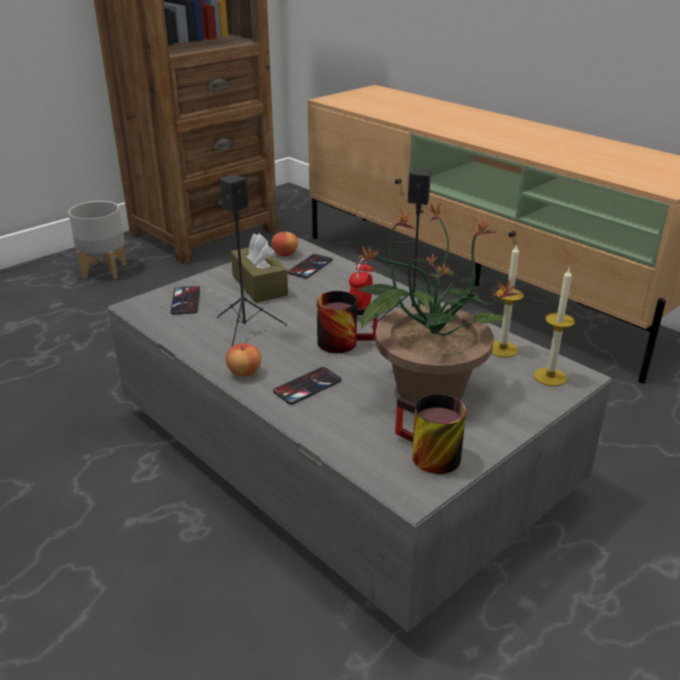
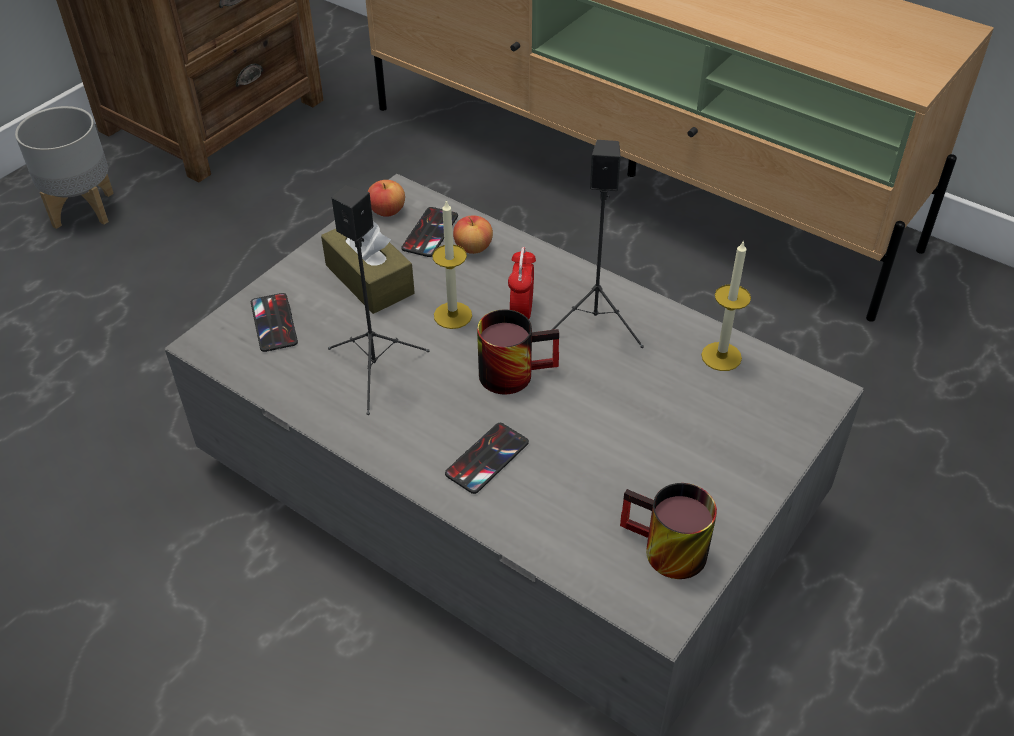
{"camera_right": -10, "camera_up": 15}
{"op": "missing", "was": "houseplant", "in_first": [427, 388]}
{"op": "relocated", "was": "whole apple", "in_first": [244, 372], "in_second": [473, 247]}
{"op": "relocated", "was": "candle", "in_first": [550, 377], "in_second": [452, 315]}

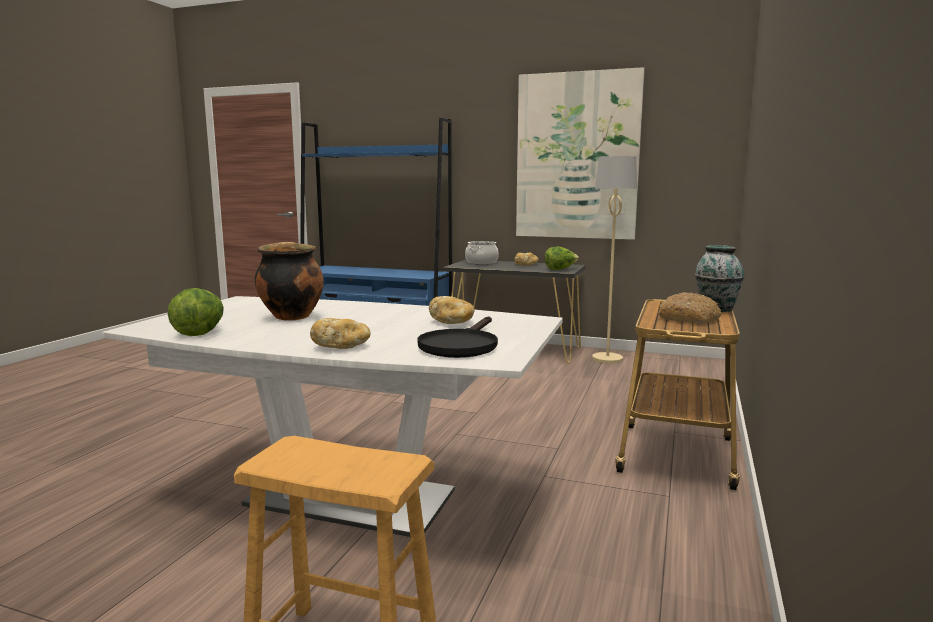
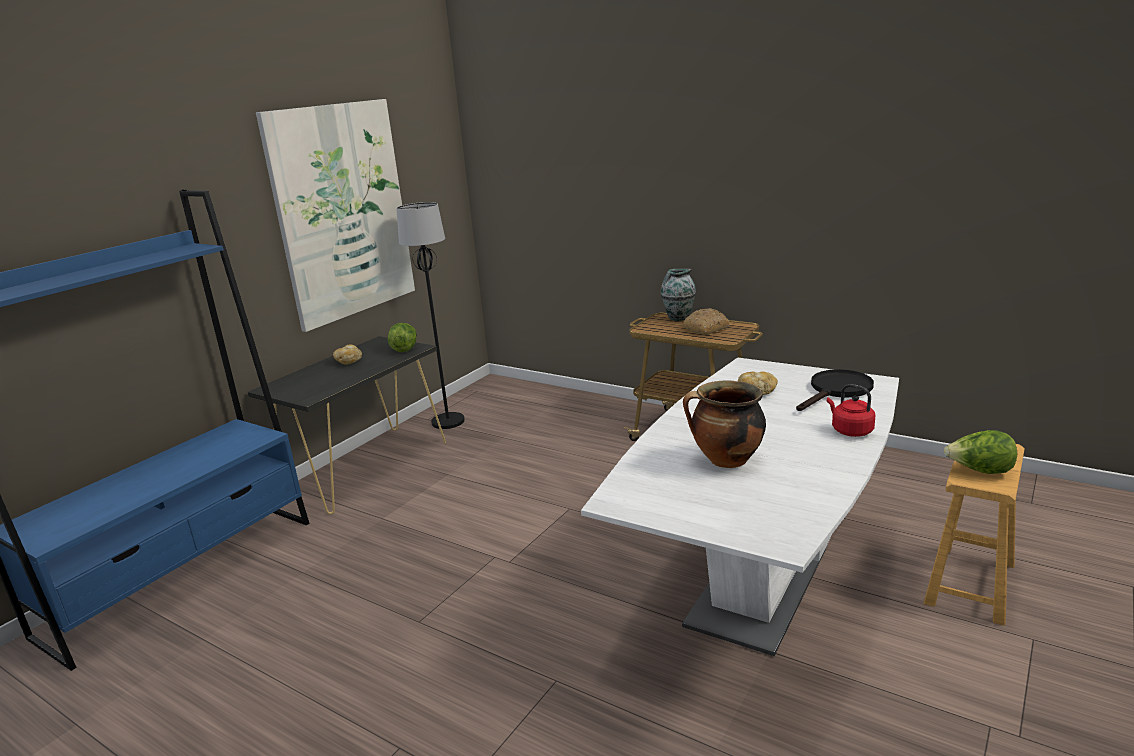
{"camera_right": -75, "camera_up": 10}
{"op": "missing", "was": "cooking pot", "in_first": [482, 263]}
{"op": "relocated", "was": "head of lettuce", "in_first": [200, 333], "in_second": [979, 471]}
{"op": "exchanged", "was": "baked bread", "now": "red kettle", "in_first": [341, 346], "in_second": [850, 430]}
{"op": "colour", "was": "sand-coloured standing lamp", "now": "black standing lamp", "in_first": [607, 359], "in_second": [448, 421]}
{"op": "spun", "was": "black pan", "in_first": [461, 345], "in_second": [837, 391], "clockwise": -75}

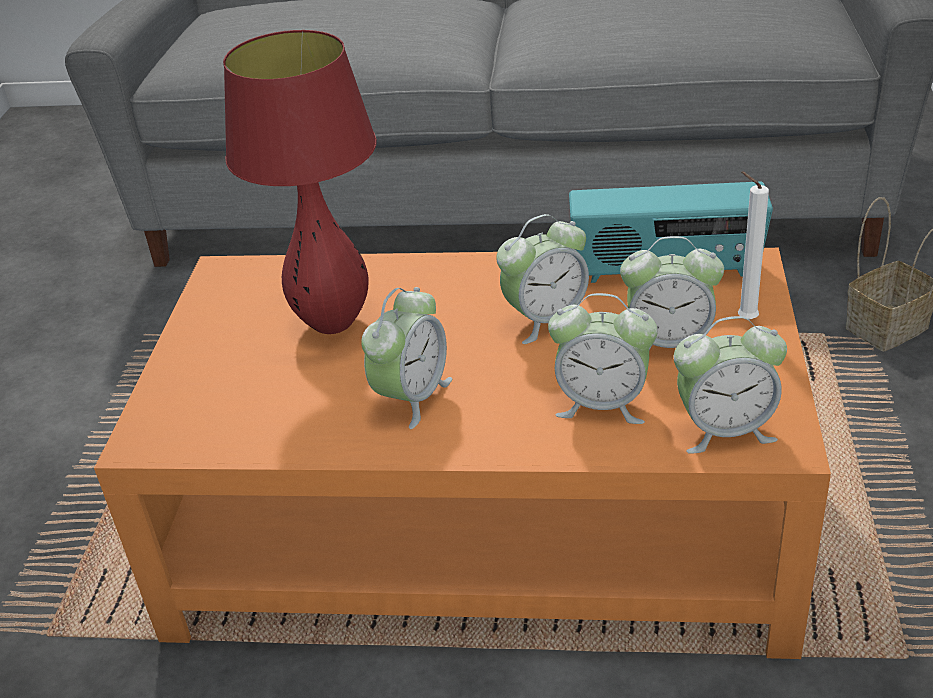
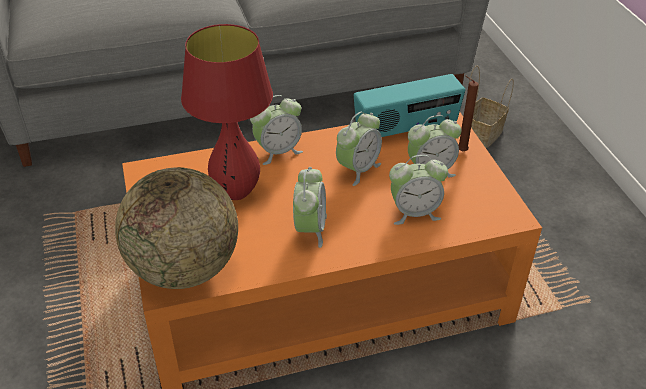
{"camera_right": -25, "camera_up": 5}
{"op": "appeared", "now": "desk globe", "in_second": [184, 268]}
{"op": "relocated", "was": "alarm clock", "in_first": [725, 430], "in_second": [278, 151]}
{"op": "colour", "was": "whitish candle", "now": "brown-coloured candle", "in_first": [744, 319], "in_second": [460, 151]}

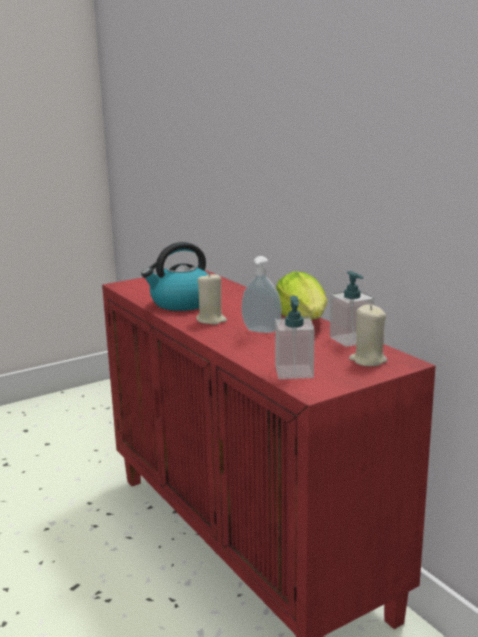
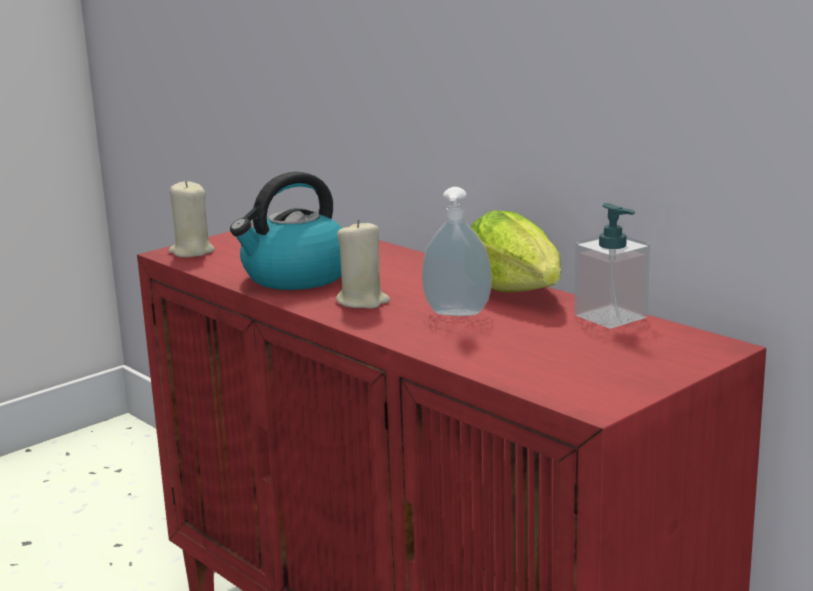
{"camera_right": -10, "camera_up": 0}
{"op": "missing", "was": "soap bottle", "in_first": [294, 372]}
{"op": "relocated", "was": "sand-coloured candle", "in_first": [368, 360], "in_second": [192, 252]}

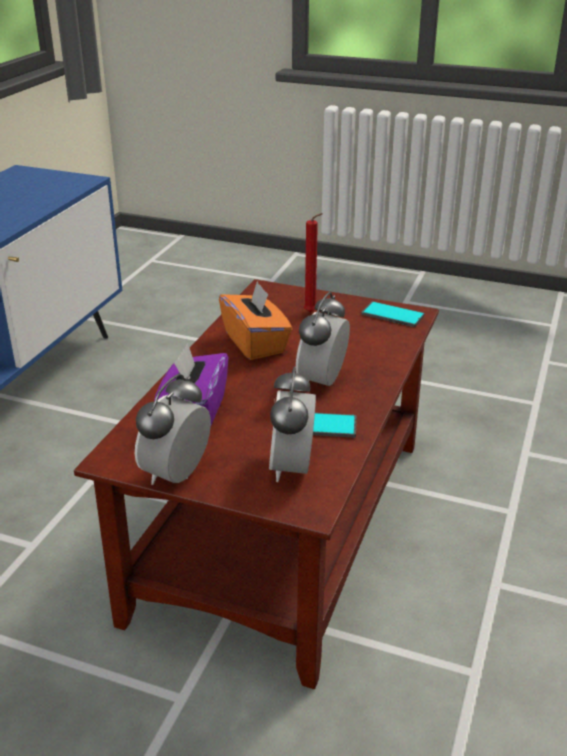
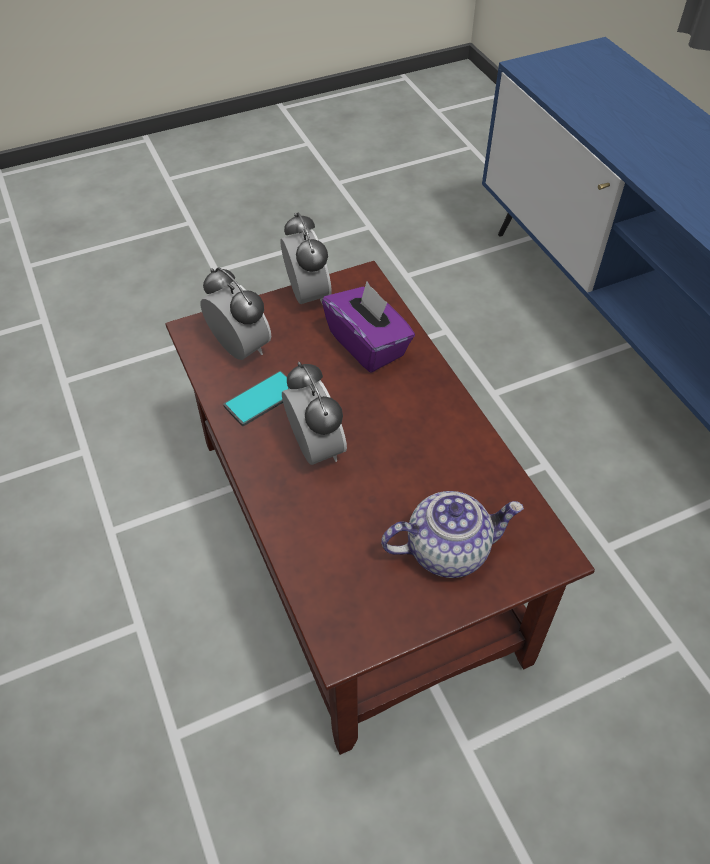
{"camera_right": 135, "camera_up": 20}
{"op": "missing", "was": "orangey tissue holder", "in_first": [255, 343]}
{"op": "missing", "was": "handset", "in_first": [392, 315]}
{"op": "exchanged", "was": "red candle", "now": "pot for tea", "in_first": [312, 313], "in_second": [448, 549]}

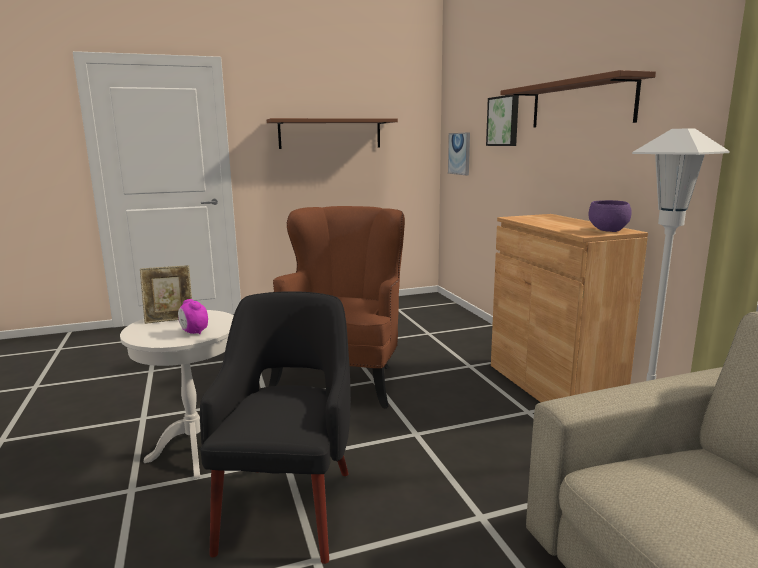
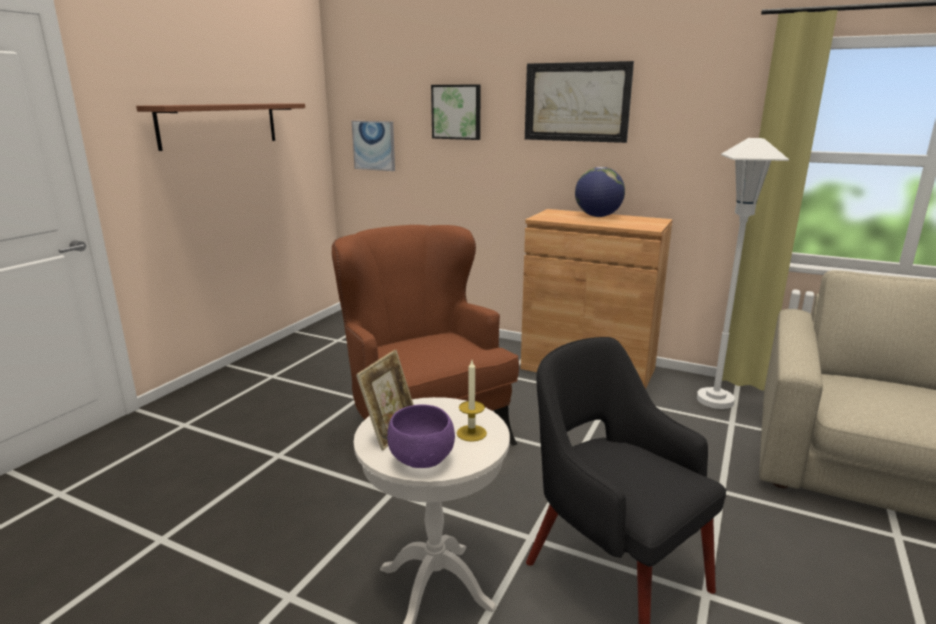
{"camera_right": -45, "camera_up": 5}
{"op": "appeared", "now": "desk globe", "in_second": [598, 216]}
{"op": "relocated", "was": "purplish bowl", "in_first": [609, 231], "in_second": [423, 461]}
{"op": "exchanged", "was": "alarm clock", "now": "candle", "in_first": [194, 332], "in_second": [471, 433]}
{"op": "exchanged", "was": "brown-coloured bracket shelf", "now": "wall art", "in_first": [580, 104], "in_second": [576, 102]}

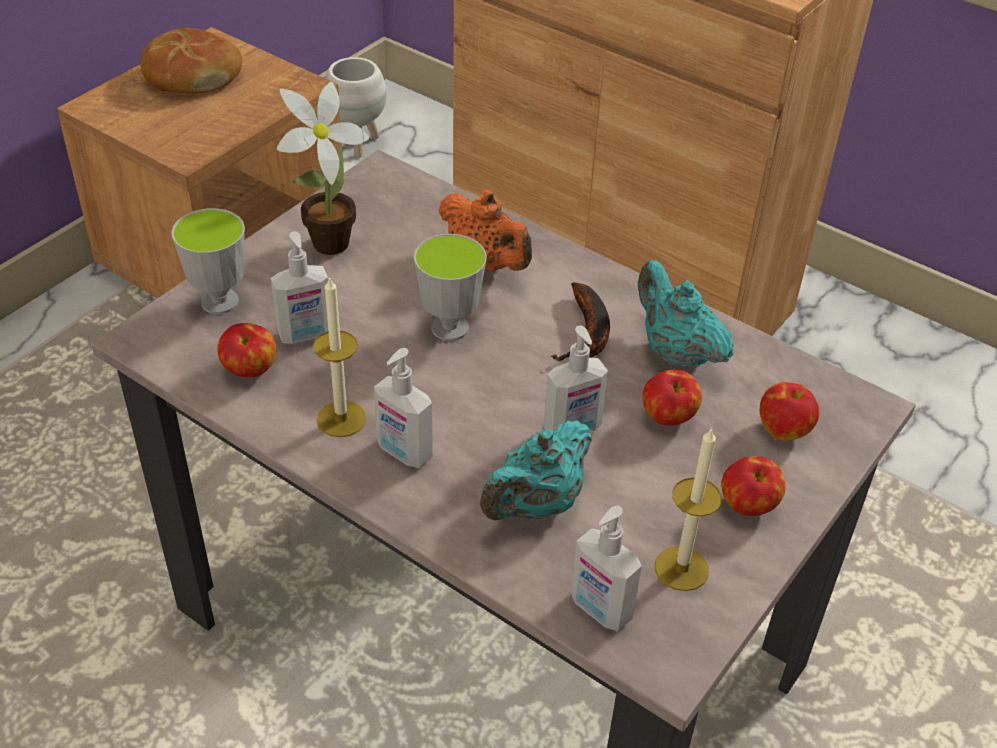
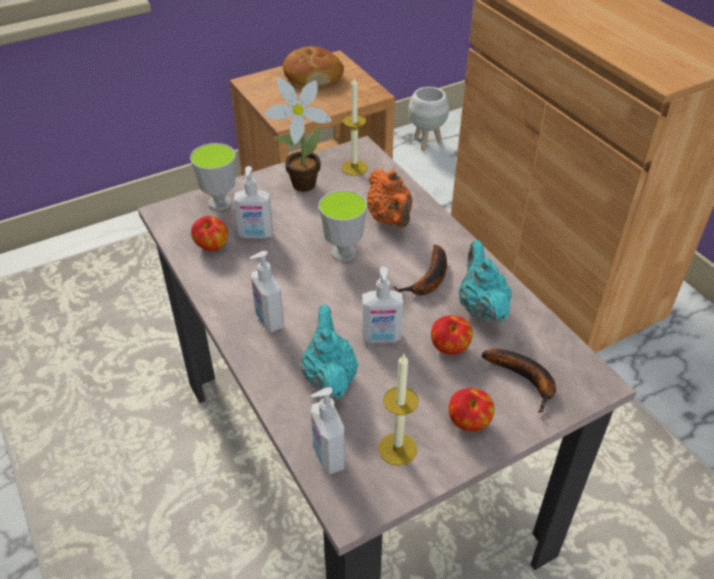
{"camera_right": 25, "camera_up": 0}
{"op": "relocated", "was": "candle", "in_first": [341, 419], "in_second": [354, 167]}
{"op": "exchanged", "was": "whole apple", "now": "banana fruit", "in_first": [784, 430], "in_second": [525, 380]}
{"op": "spun", "was": "blue-green pot for tea", "in_first": [536, 504], "in_second": [329, 377], "clockwise": 105}

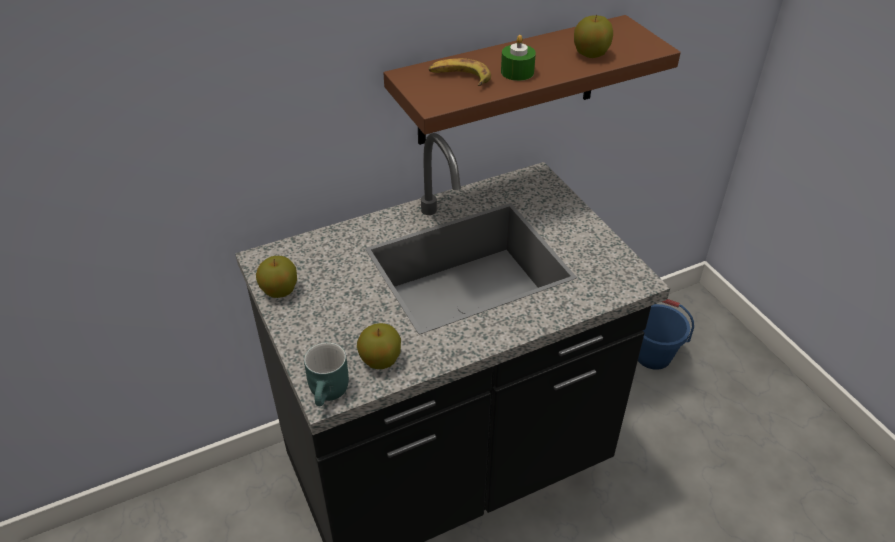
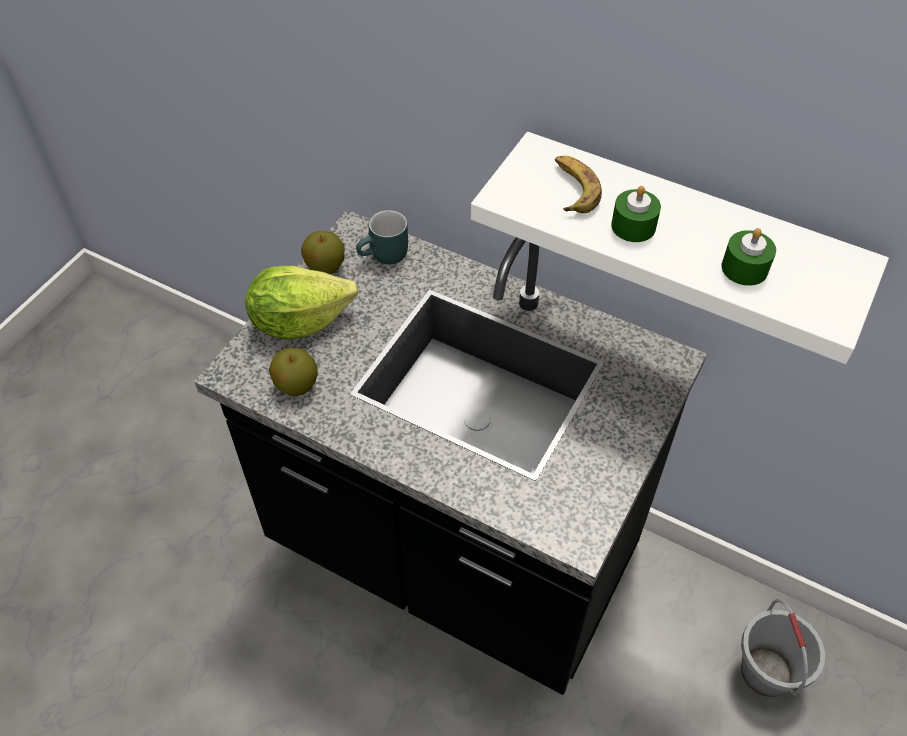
{"camera_right": 55, "camera_up": 10}
{"op": "appeared", "now": "head of lettuce", "in_second": [299, 321]}
{"op": "relocated", "was": "blue-green mug", "in_first": [330, 393], "in_second": [385, 257]}
{"op": "exchanged", "was": "whole apple", "now": "greenish candle", "in_first": [590, 54], "in_second": [744, 268]}
{"op": "colour", "was": "brown-coloured bracket shelf", "now": "whitish bracket shelf", "in_first": [508, 81], "in_second": [685, 234]}
{"op": "colour", "was": "bluish water bucket", "now": "greyish water bucket", "in_first": [652, 356], "in_second": [765, 671]}

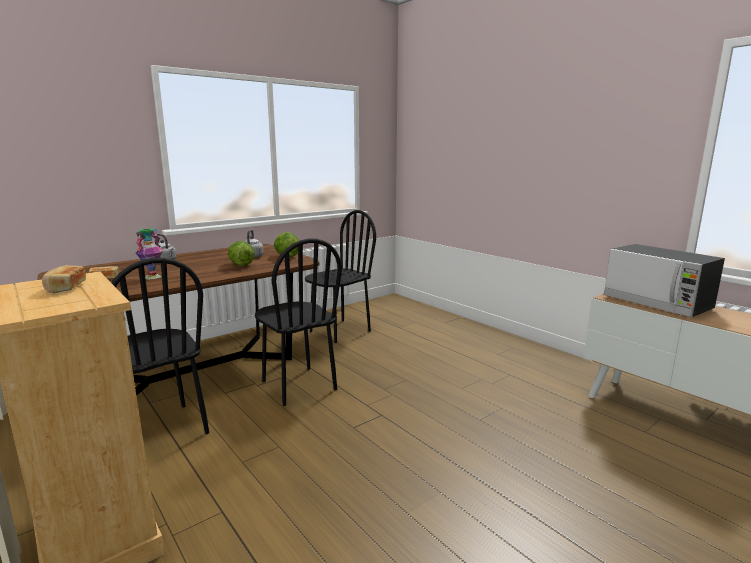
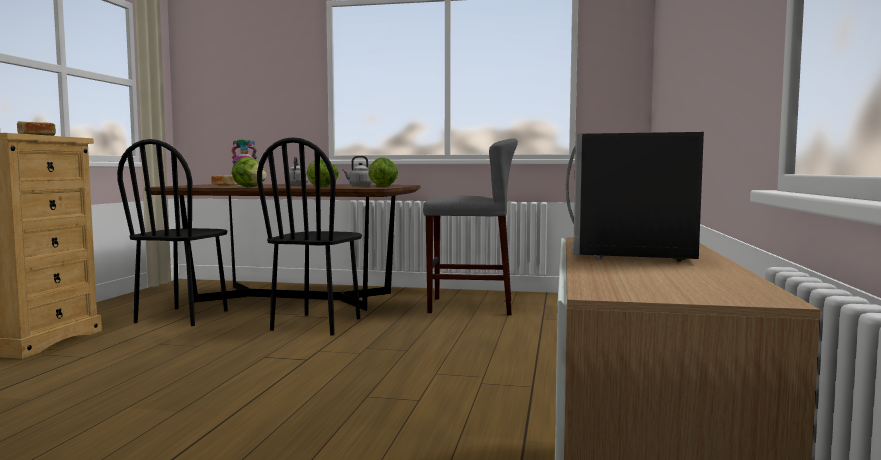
{"camera_right": 50, "camera_up": -10}
{"op": "appeared", "now": "head of lettuce", "in_second": [249, 187]}
{"op": "exchanged", "was": "black upright chair", "now": "greyish stool", "in_first": [340, 331], "in_second": [470, 306]}

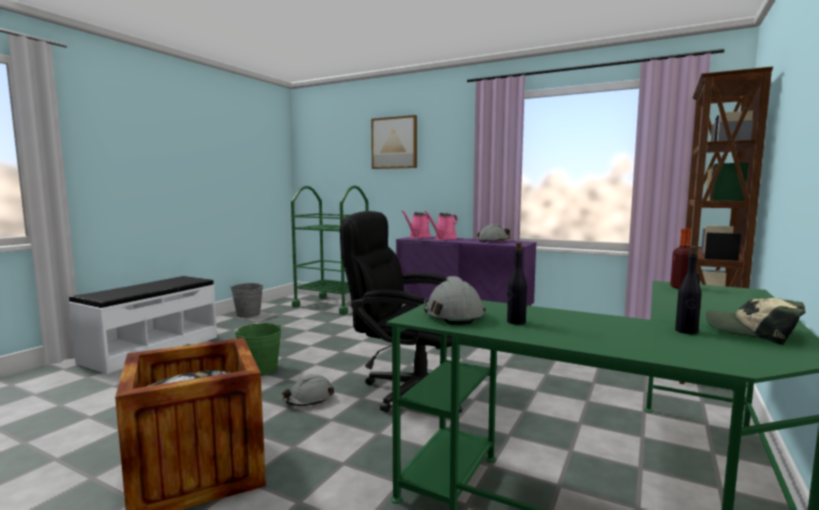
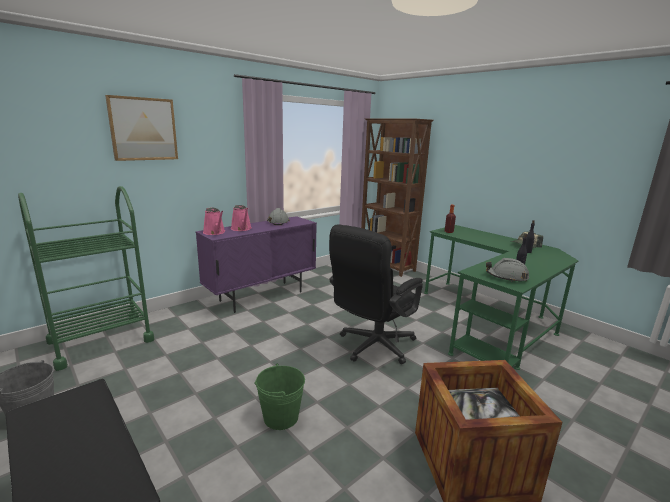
{"camera_right": -70, "camera_up": 10}
{"op": "missing", "was": "greyish work helmet", "in_first": [309, 400]}

